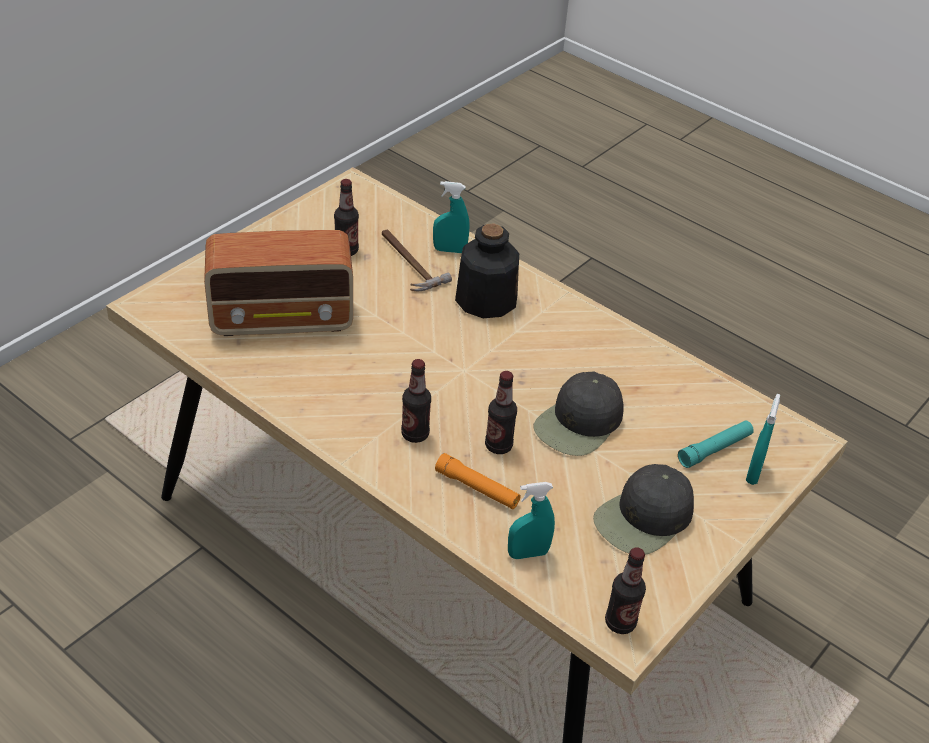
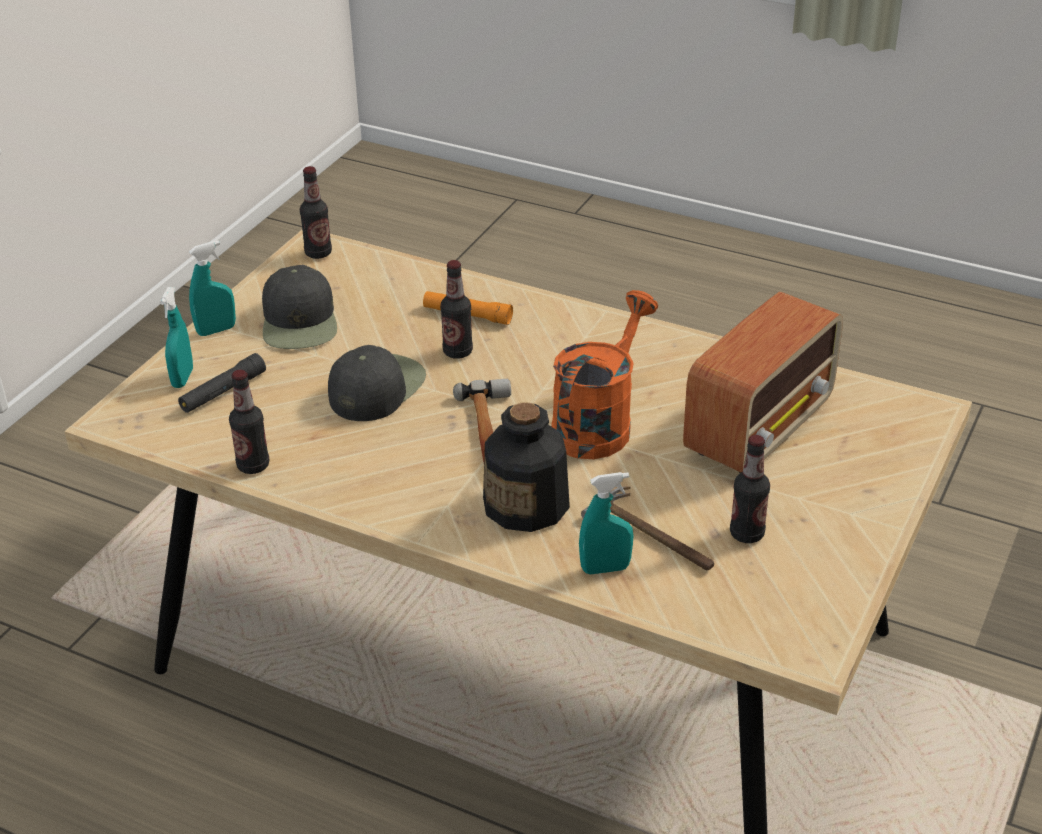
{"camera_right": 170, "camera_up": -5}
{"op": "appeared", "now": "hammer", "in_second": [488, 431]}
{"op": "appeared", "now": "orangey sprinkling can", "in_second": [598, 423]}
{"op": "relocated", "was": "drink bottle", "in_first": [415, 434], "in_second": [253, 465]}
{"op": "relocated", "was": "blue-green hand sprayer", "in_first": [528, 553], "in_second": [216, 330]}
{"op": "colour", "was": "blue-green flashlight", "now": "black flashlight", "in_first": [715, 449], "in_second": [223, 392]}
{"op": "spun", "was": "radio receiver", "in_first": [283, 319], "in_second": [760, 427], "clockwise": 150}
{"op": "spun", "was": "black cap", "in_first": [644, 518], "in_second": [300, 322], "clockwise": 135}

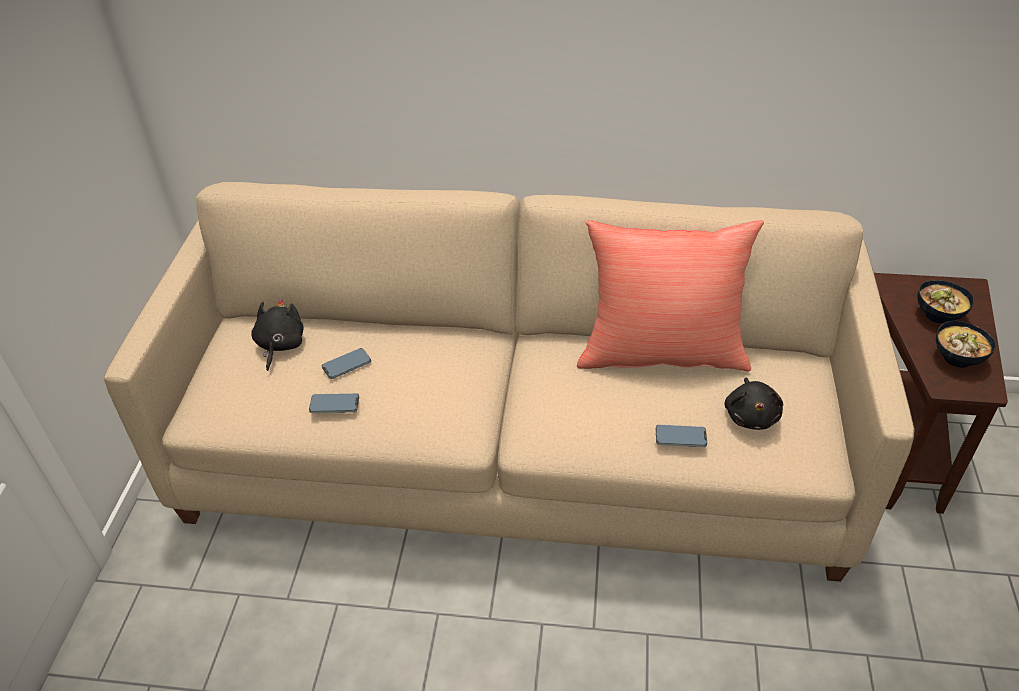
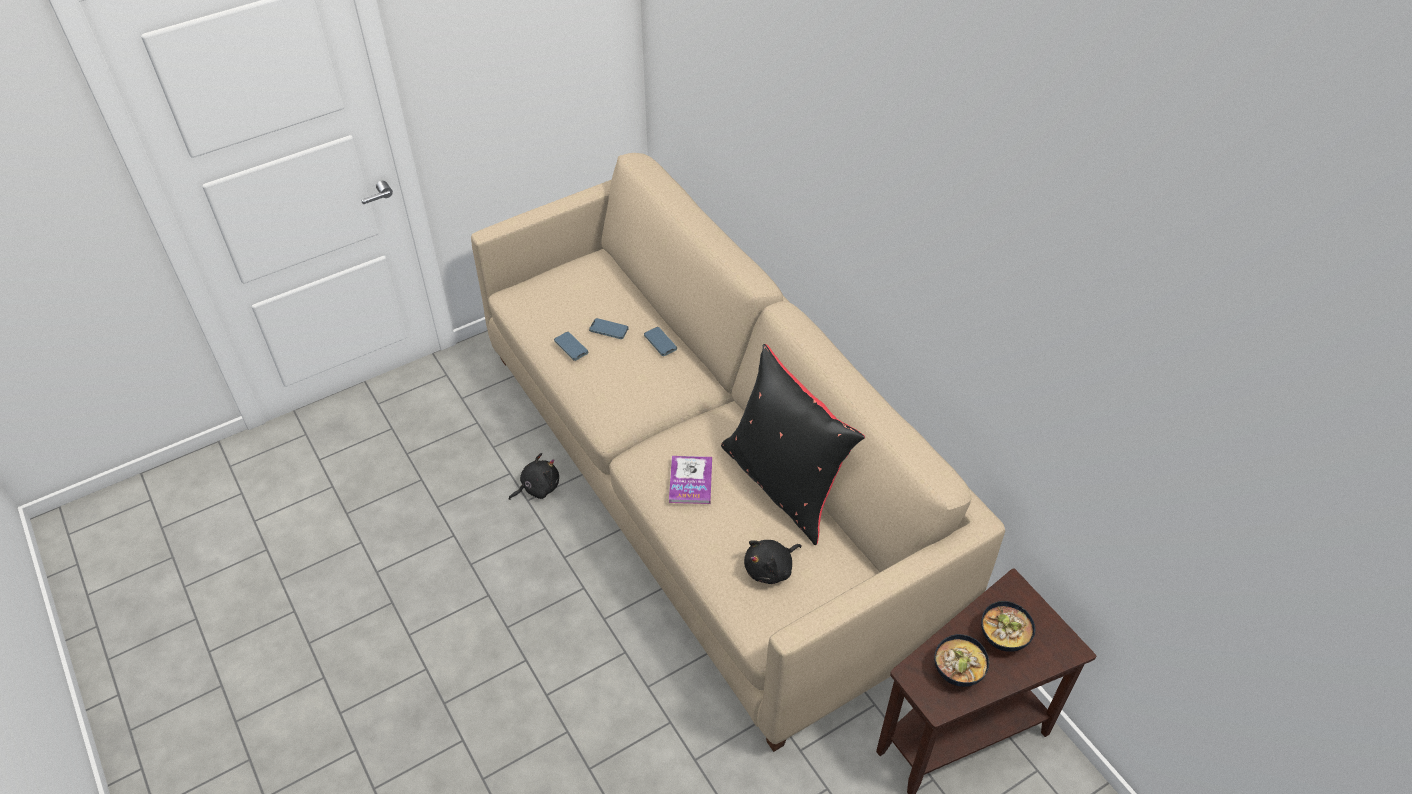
{"camera_right": 50, "camera_up": 5}
{"op": "appeared", "now": "volume", "in_second": [690, 481]}
{"op": "relocated", "was": "black plush toy", "in_first": [280, 345], "in_second": [538, 487]}
{"op": "relocated", "was": "handset", "in_first": [680, 438], "in_second": [660, 343]}
{"op": "colour", "was": "red pillow", "now": "black pillow", "in_first": [661, 352], "in_second": [784, 483]}

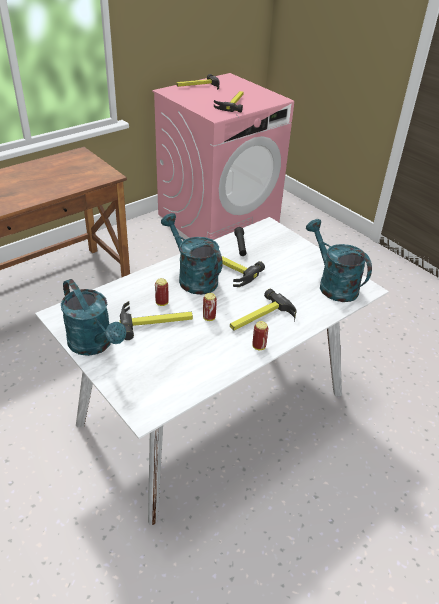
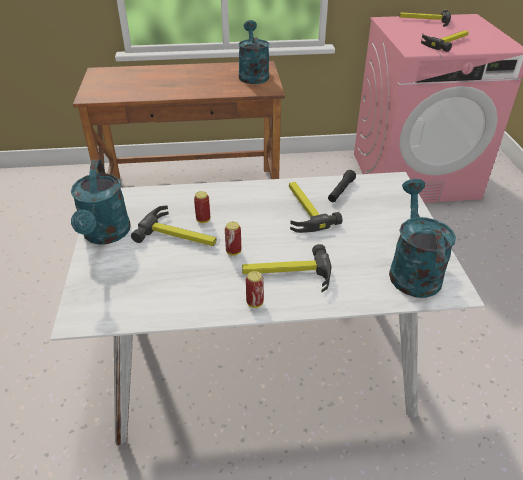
{"camera_right": 35, "camera_up": 0}
{"op": "relocated", "was": "blue-green sprinkling can", "in_first": [193, 278], "in_second": [253, 74]}

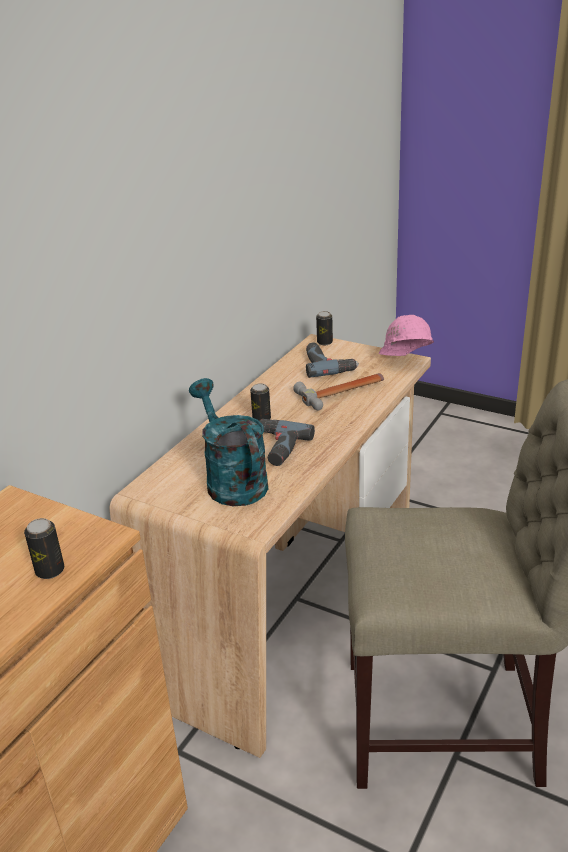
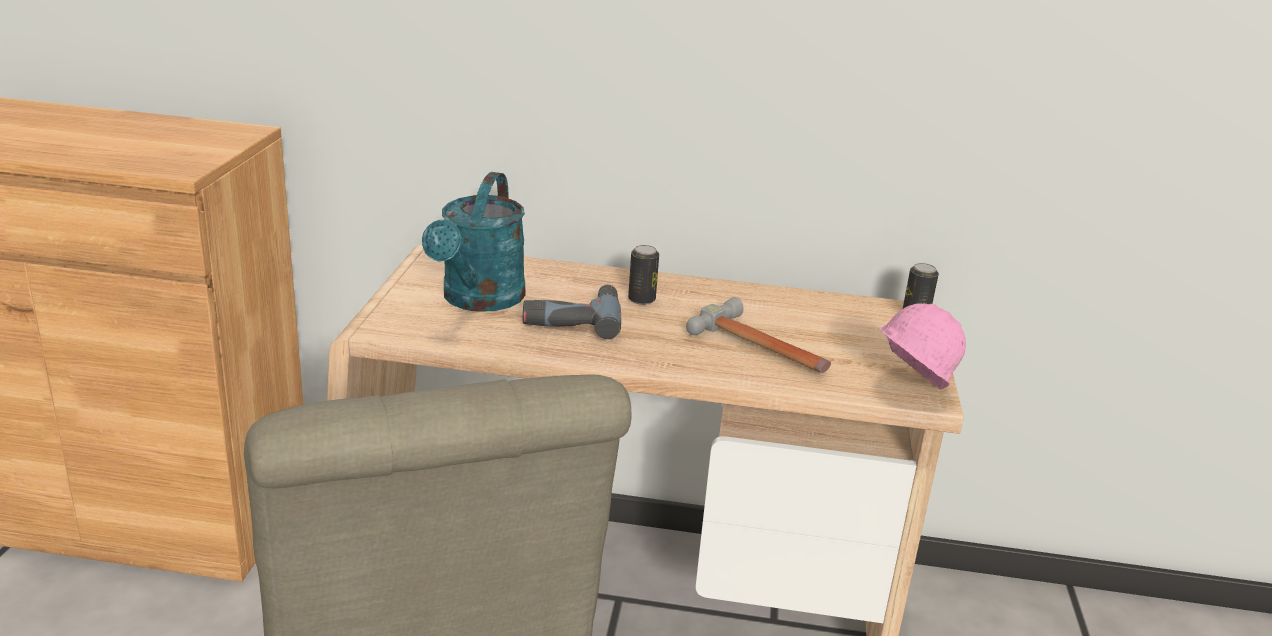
{"camera_right": 65, "camera_up": -5}
{"op": "missing", "was": "metal can", "in_first": [50, 570]}
{"op": "missing", "was": "electric drill", "in_first": [328, 365]}
{"op": "spun", "was": "blue-green sprinkling can", "in_first": [231, 480], "in_second": [479, 300], "clockwise": 150}

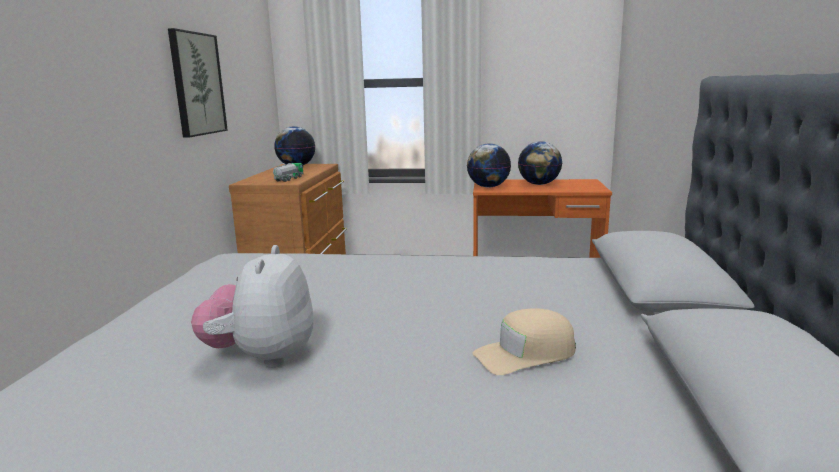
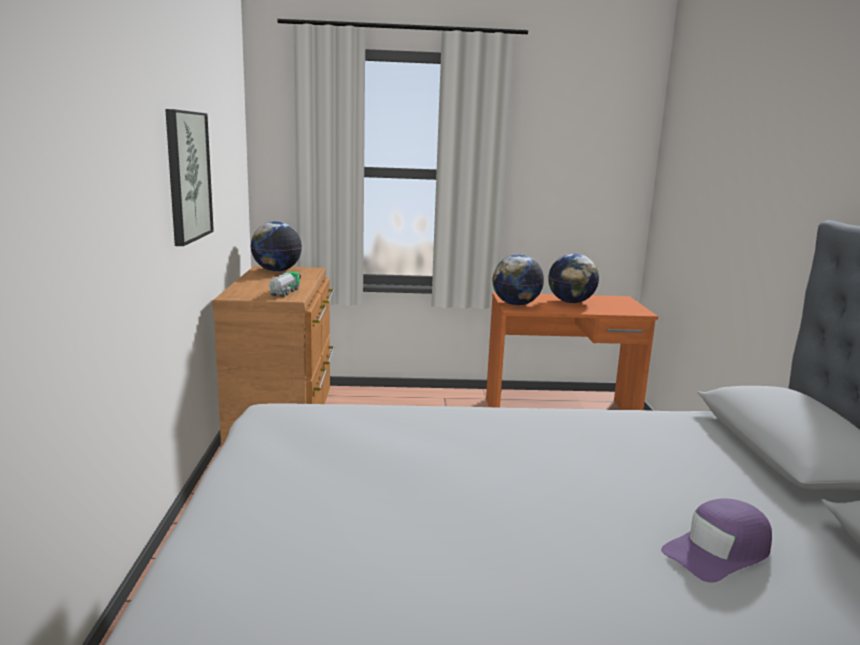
{"camera_right": -10, "camera_up": 0}
{"op": "missing", "was": "plush toy", "in_first": [263, 357]}
{"op": "colour", "was": "sand-coloured cap", "now": "purplish cap", "in_first": [525, 354], "in_second": [718, 551]}

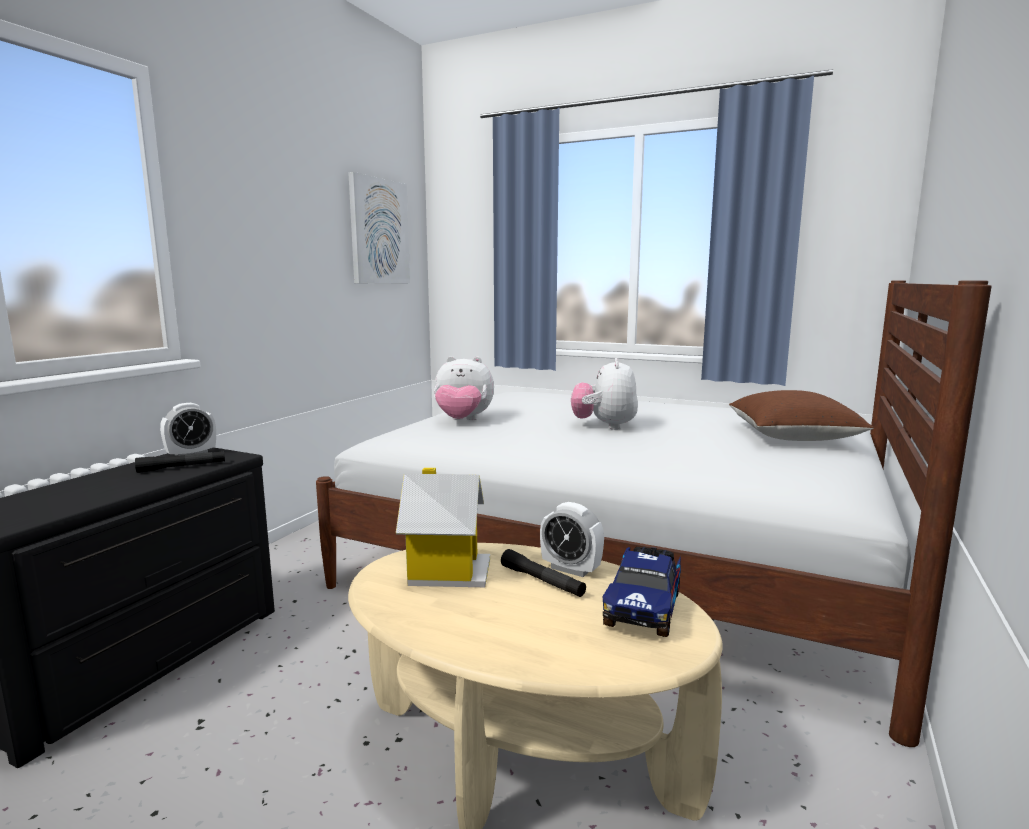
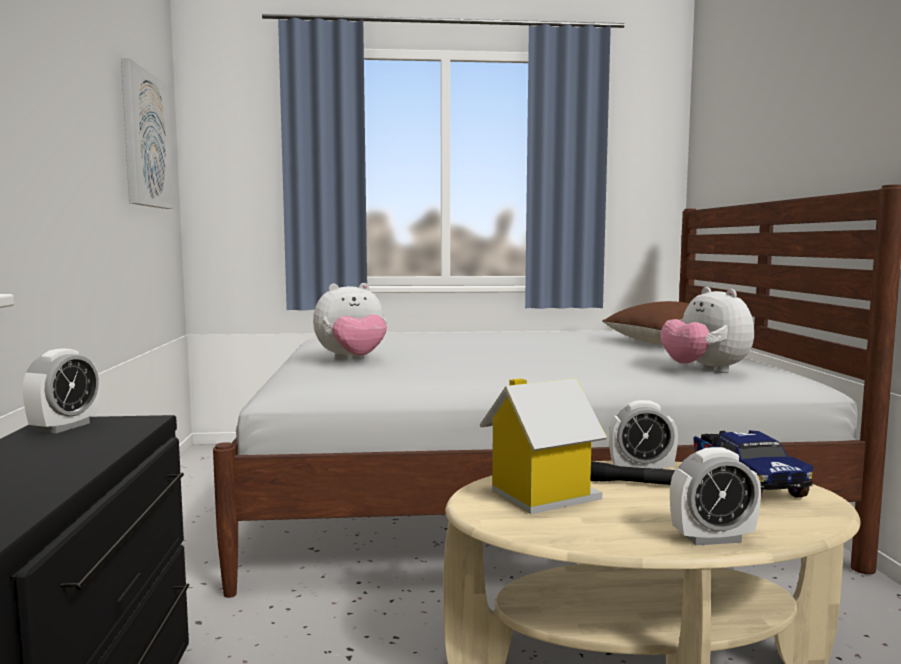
{"camera_right": -30, "camera_up": -5}
{"op": "missing", "was": "black flashlight", "in_first": [182, 467]}
{"op": "appeared", "now": "alarm clock", "in_second": [712, 538]}
{"op": "relocated", "was": "plush toy", "in_first": [604, 426], "in_second": [705, 371]}

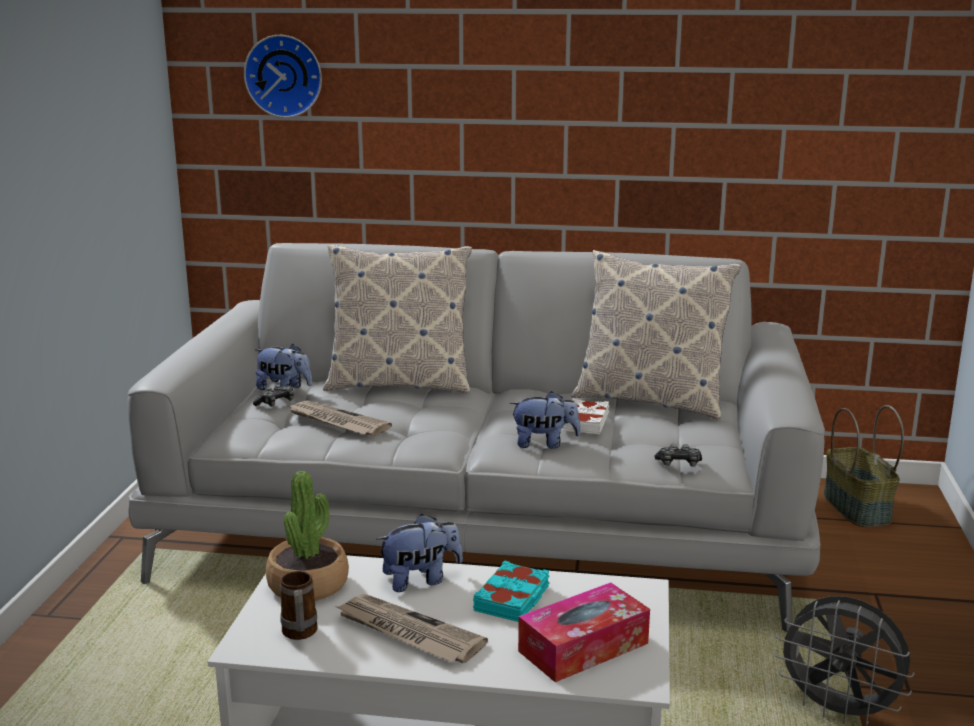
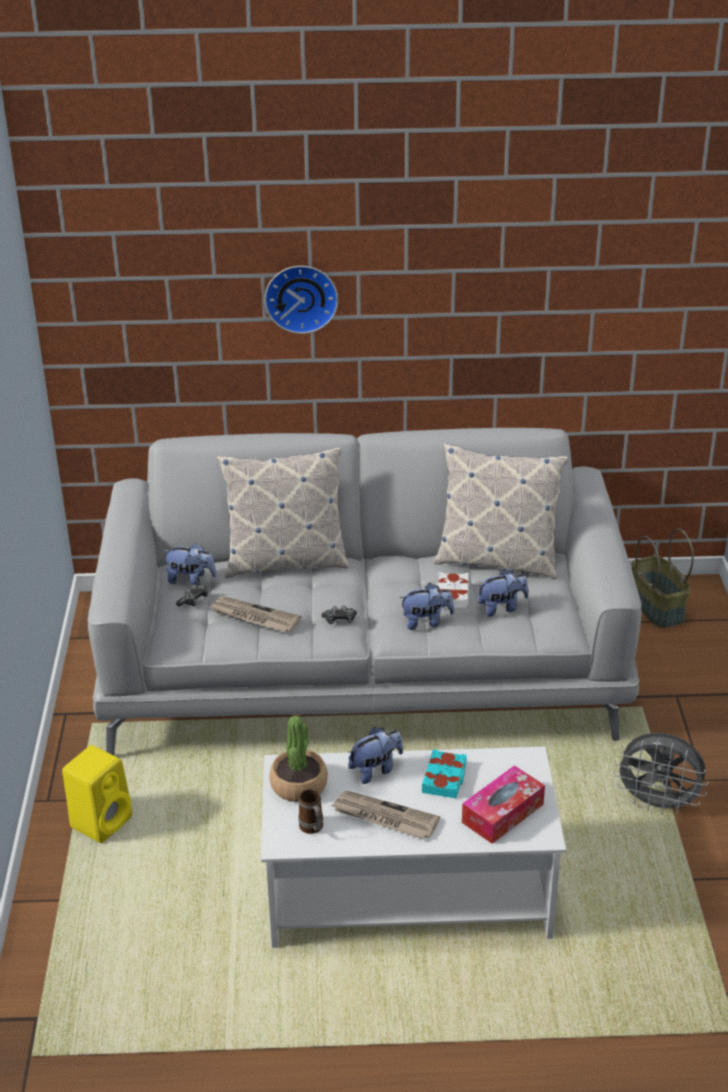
{"camera_right": -10, "camera_up": 15}
{"op": "appeared", "now": "yellow loudspeaker", "in_second": [102, 820]}
{"op": "appeared", "now": "plush toy", "in_second": [502, 608]}
{"op": "relocated", "was": "clock on the wall", "in_first": [284, 76], "in_second": [301, 297]}
{"op": "relocated", "was": "joypad", "in_first": [678, 464], "in_second": [339, 620]}

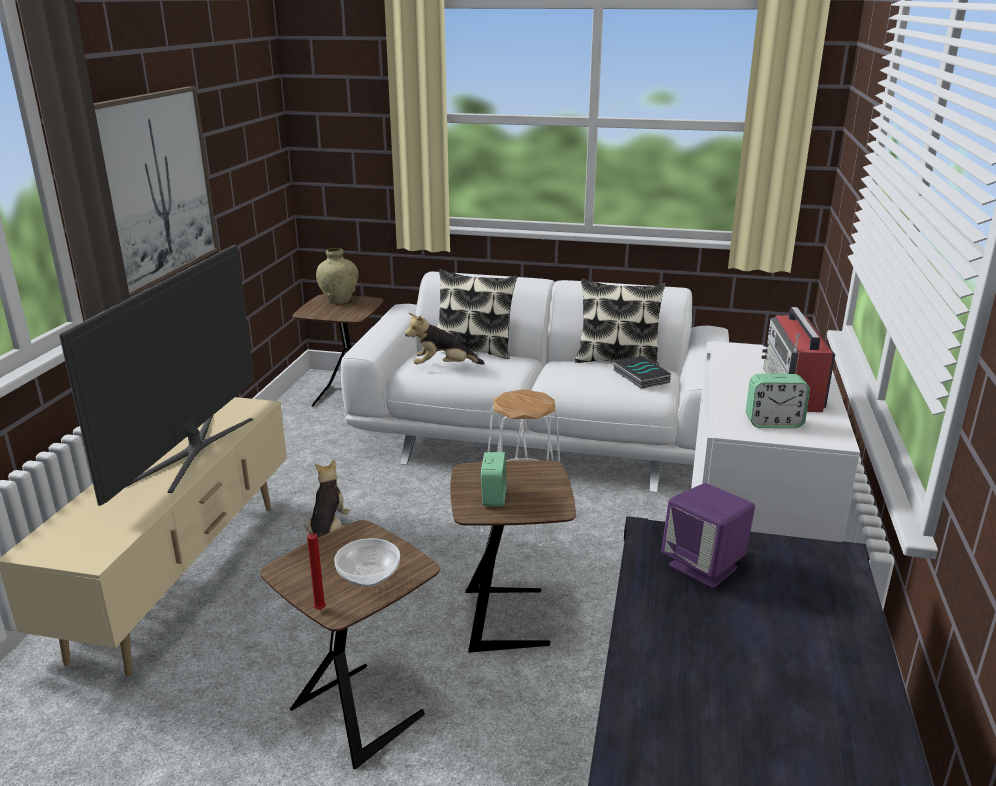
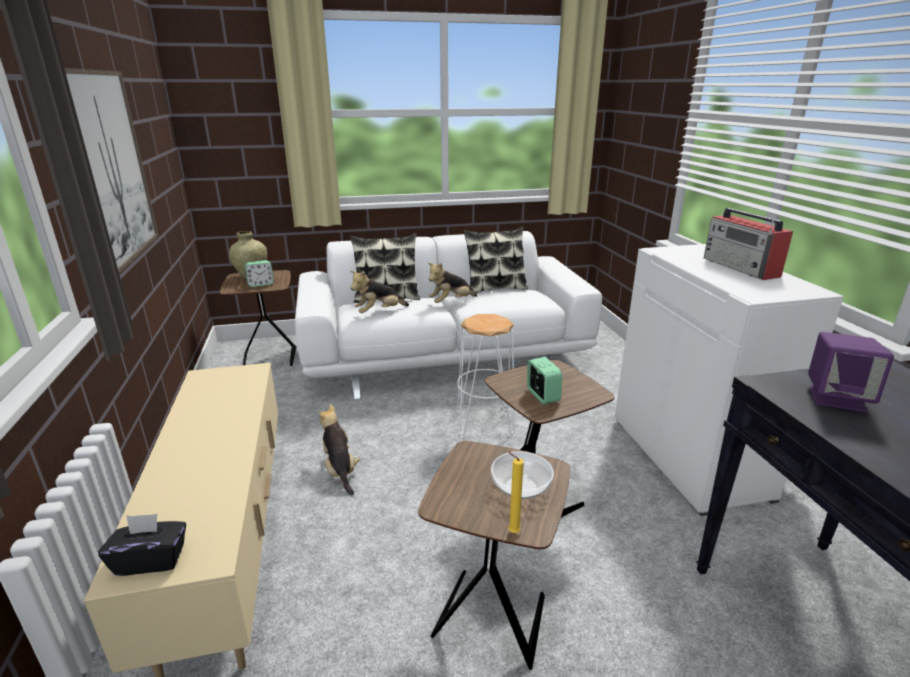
{"camera_right": -25, "camera_up": 0}
{"op": "missing", "was": "television", "in_first": [192, 450]}
{"op": "missing", "was": "volume", "in_first": [639, 376]}
{"op": "appeared", "now": "black tissue holder", "in_second": [151, 560]}
{"op": "appeared", "now": "plush toy", "in_second": [451, 302]}
{"op": "relocated", "was": "alarm clock", "in_first": [773, 423], "in_second": [260, 284]}
{"op": "colour", "was": "red candle", "now": "yellow candle", "in_first": [318, 608], "in_second": [511, 532]}

